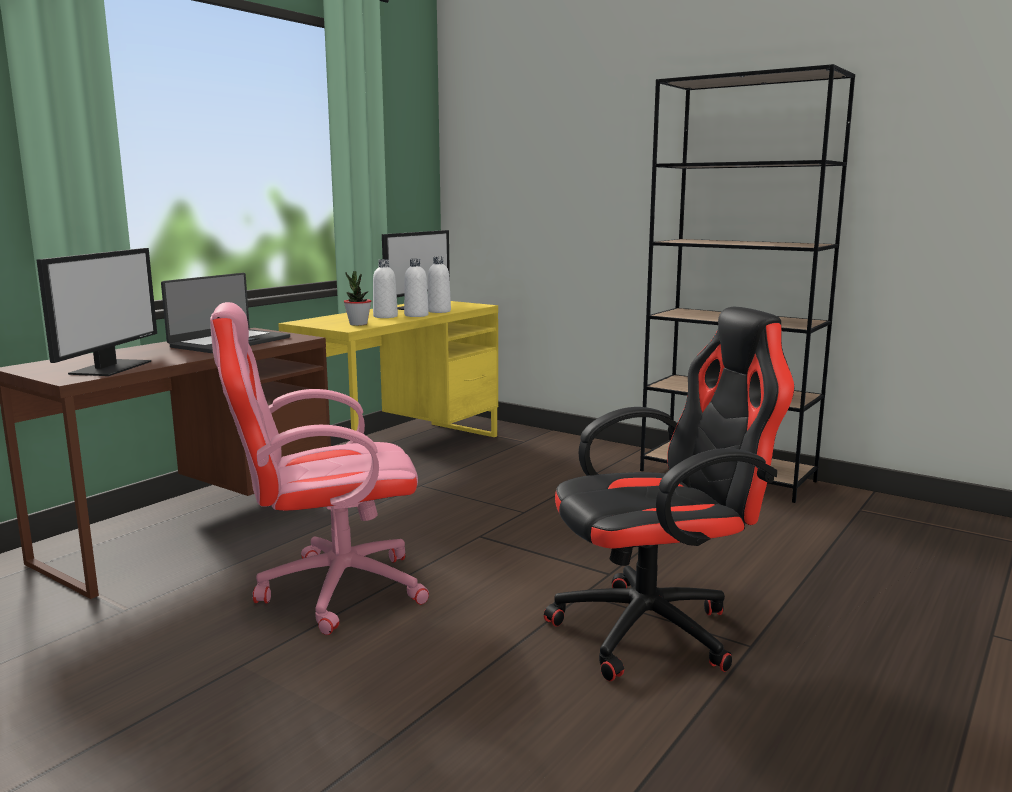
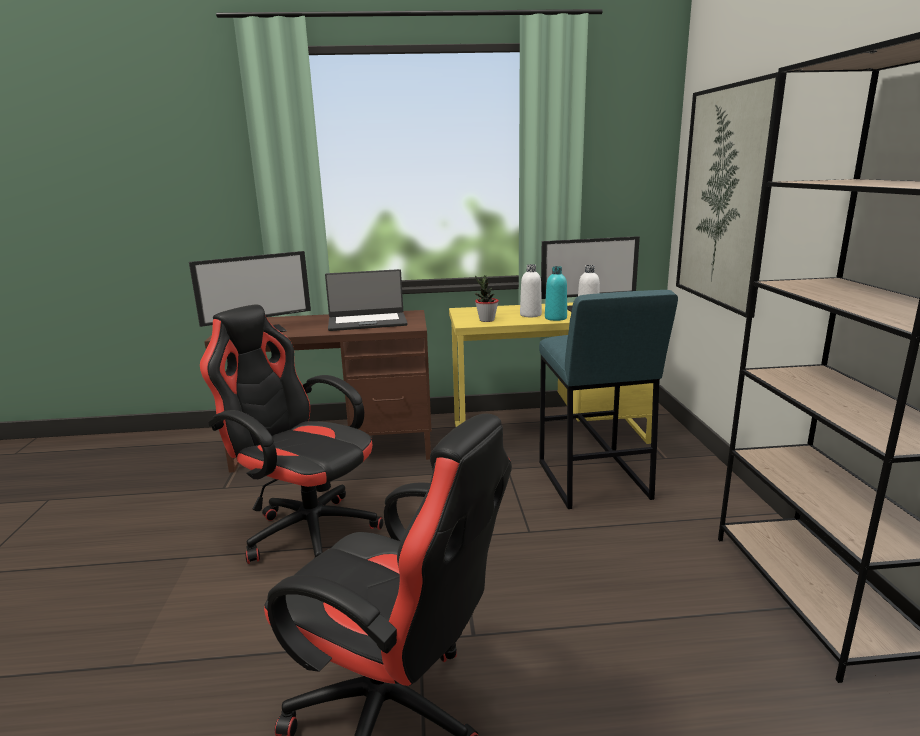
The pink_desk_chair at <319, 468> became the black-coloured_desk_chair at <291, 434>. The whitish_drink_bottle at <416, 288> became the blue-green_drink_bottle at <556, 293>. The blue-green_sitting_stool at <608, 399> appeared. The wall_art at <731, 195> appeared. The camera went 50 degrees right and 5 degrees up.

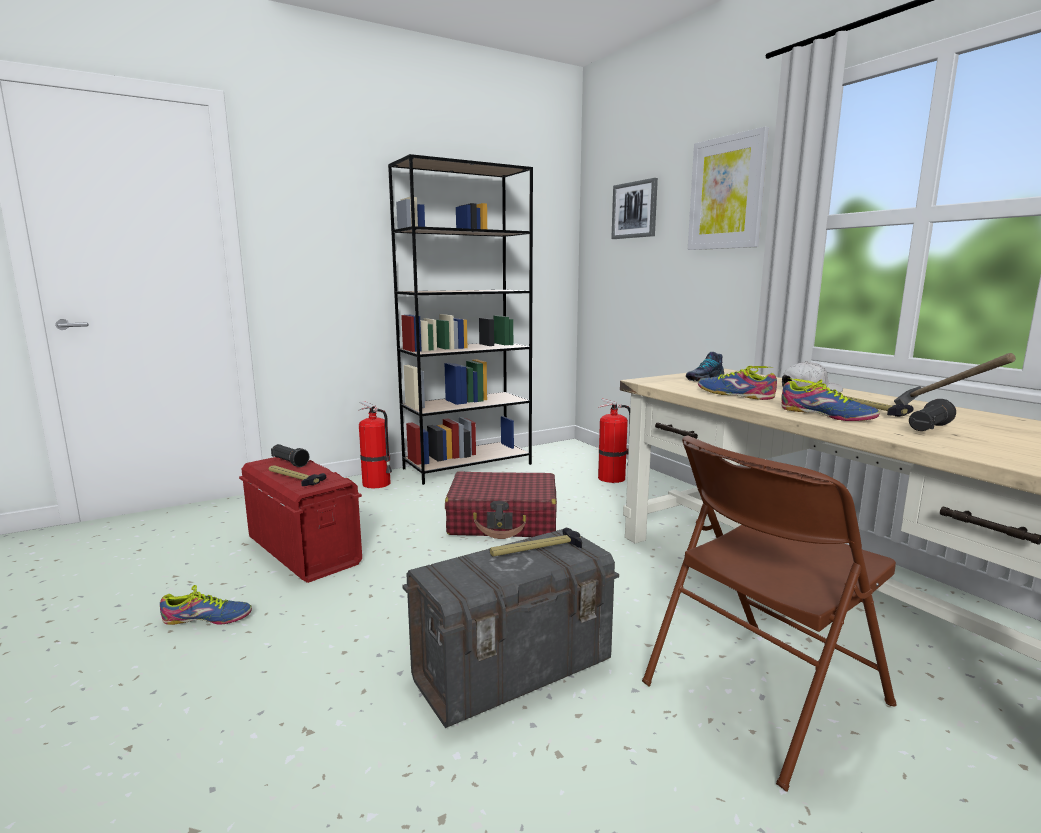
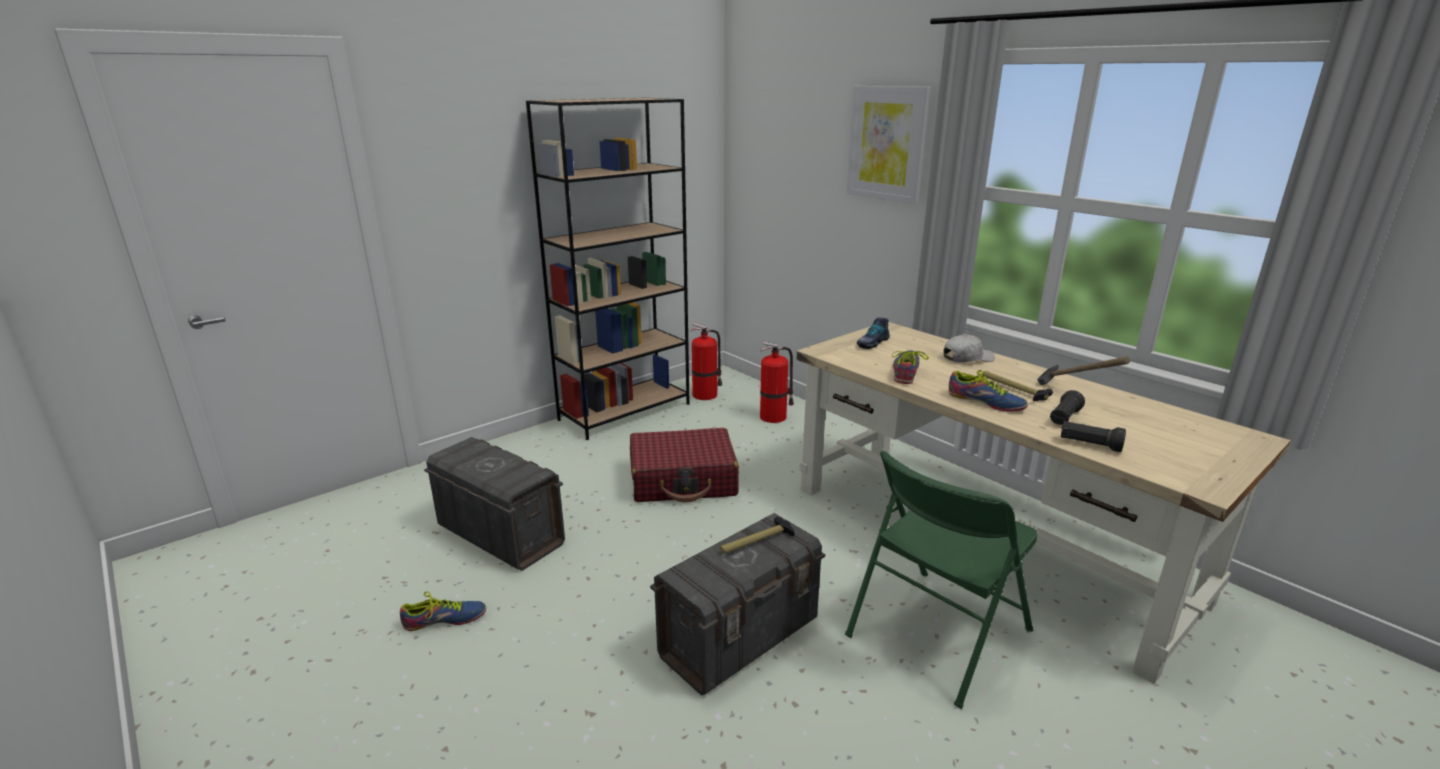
The reddish_storage_bin at <300, 520> became the gray_storage_bin at <494, 504>. The hammer at <297, 475> disappeared. The black-coloured_flashlight moved from <290, 455> to <1093, 436>. The fire_extinguisher moved from <375, 445> to <706, 361>. The wall_art at <634, 208> disappeared. The brown-coloured_upright_chair at <769, 613> became the greenish_upright_chair at <941, 580>. The low_shoe at <737, 383> turned 75 degrees clockwise. The camera went 10 degrees left and 10 degrees up.

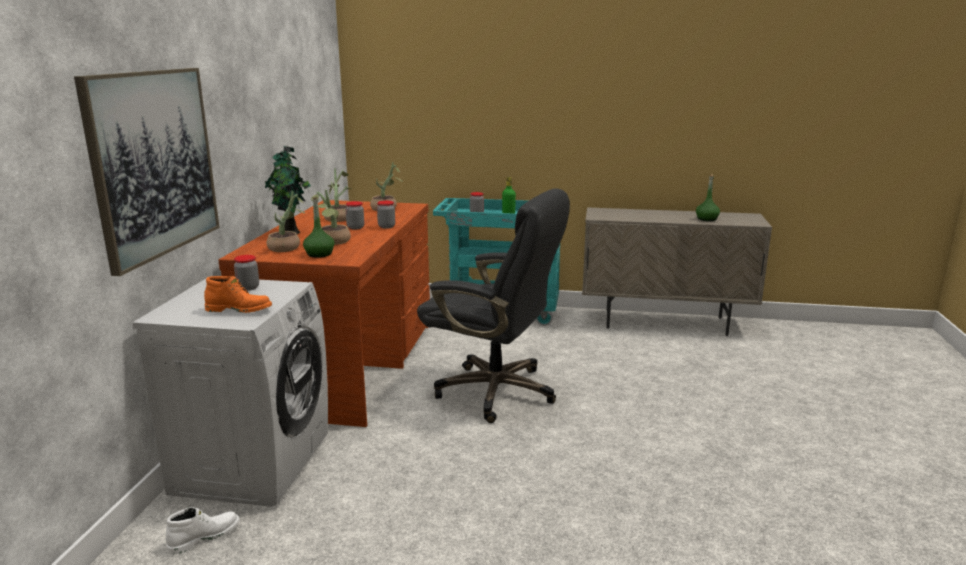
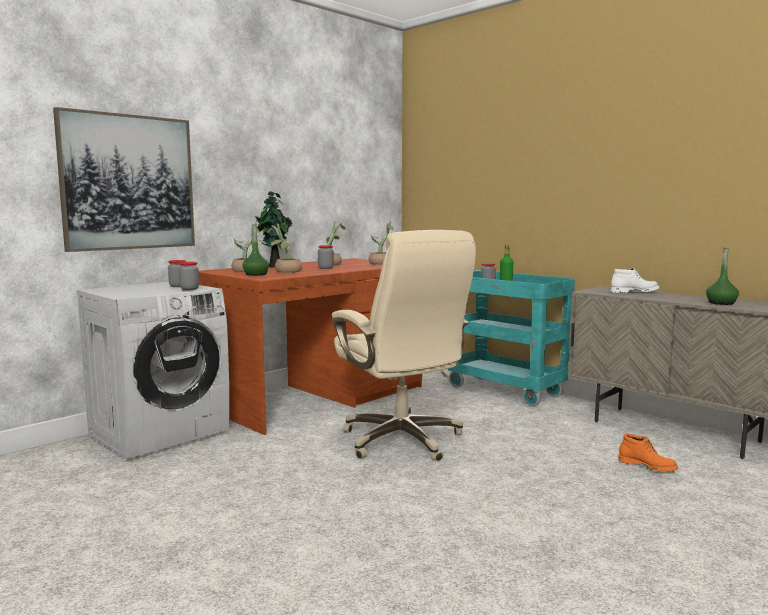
The whitish_boot moved from <203, 531> to <635, 280>. The orangey_boot moved from <238, 294> to <648, 452>. The jar moved from <386, 214> to <189, 276>. The black-coloured_desk_chair at <493, 305> became the sand-coloured_desk_chair at <404, 345>. The camera went 35 degrees right and 10 degrees down.

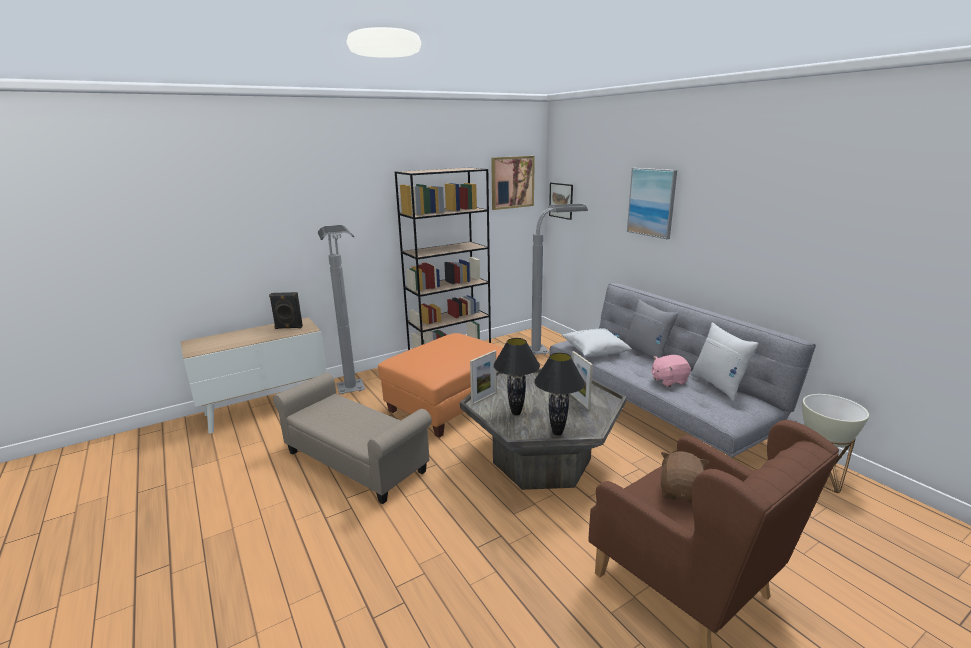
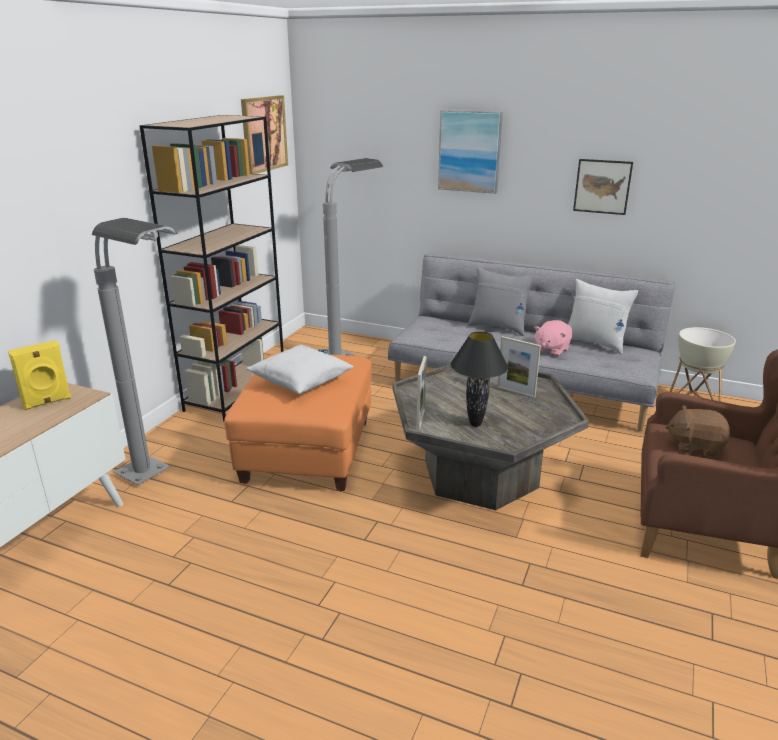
The black-coloured_audio_speaker at <286, 310> became the yellow-coloured_audio_speaker at <39, 375>. The sand-coloured_pouffe at <352, 438> disappeared. The black-coloured_table_lamp at <559, 394> disappeared. The wall_art moved from <561, 201> to <603, 187>. The gray_throw_pillow moved from <597, 342> to <300, 369>. The brown-coloured_plush_toy at <685, 477> turned 60 degrees counterclockwise. The camera went 35 degrees left and 5 degrees up.

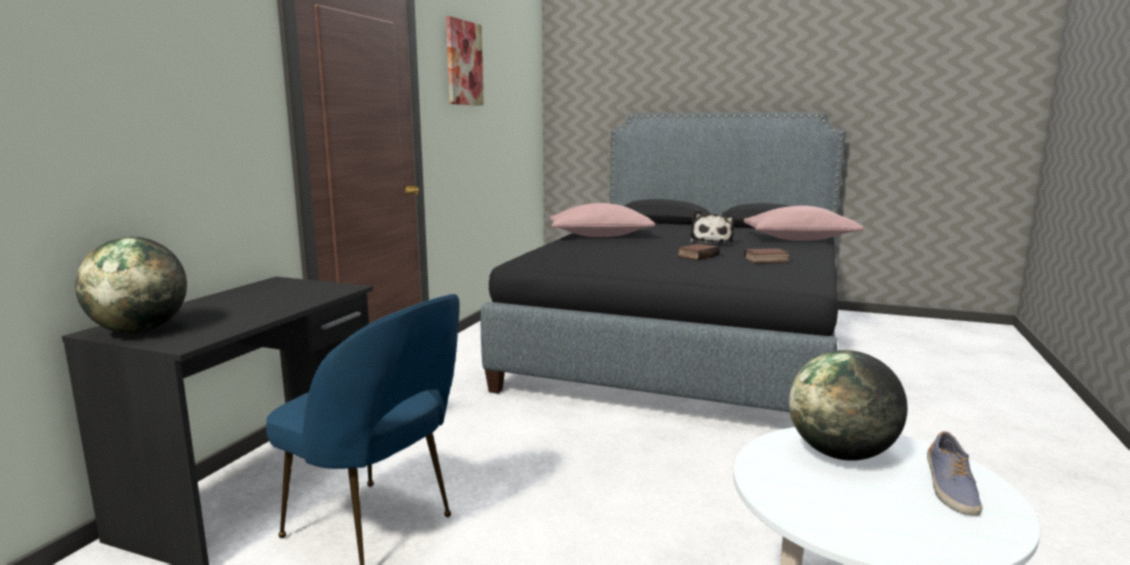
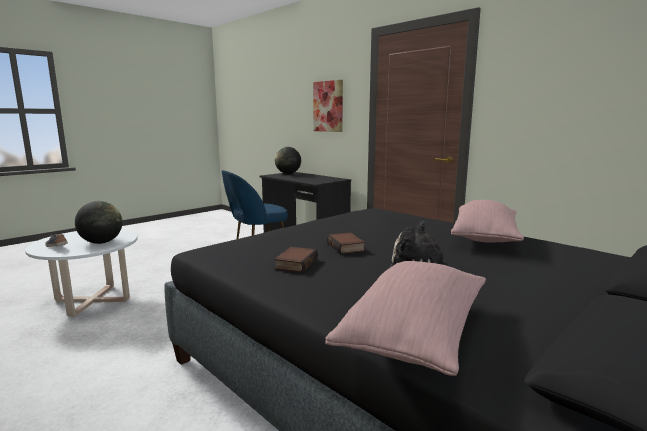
The wall_art moved from <465, 61> to <328, 106>. The camera went 115 degrees right and 0 degrees up.

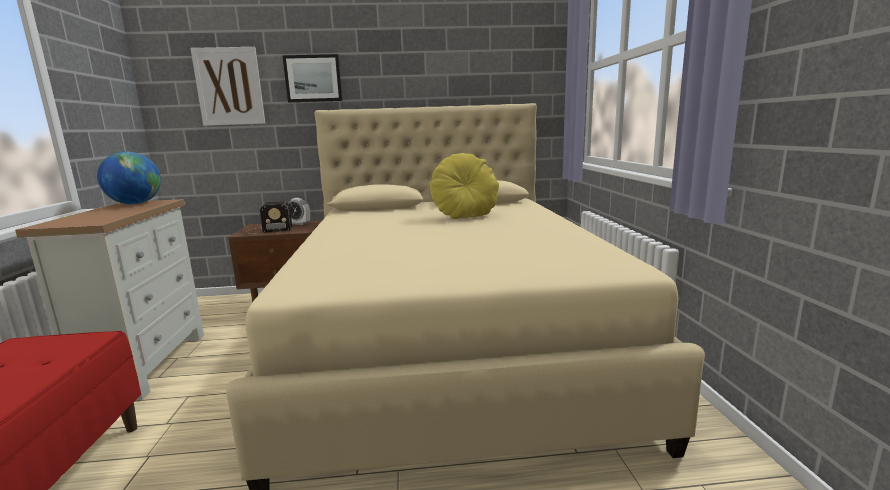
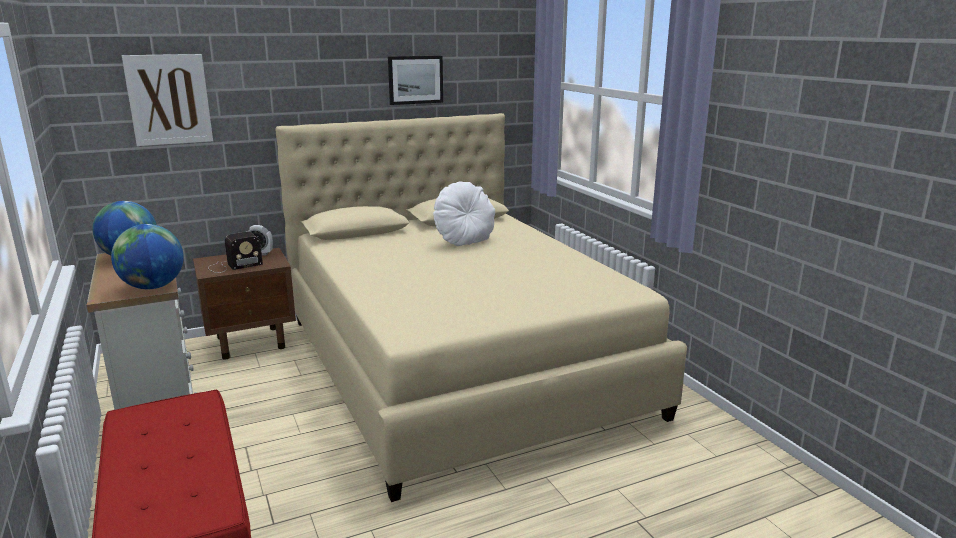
The wall_art moved from <312, 78> to <415, 80>. The yellow-coloured_throw_pillow at <464, 186> became the whitish_throw_pillow at <464, 213>. The globe at <147, 256> appeared. The camera went 20 degrees left and 5 degrees up.

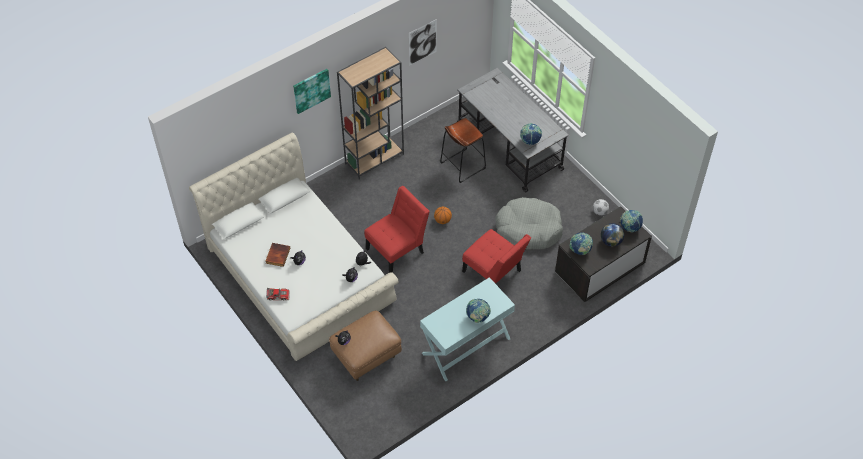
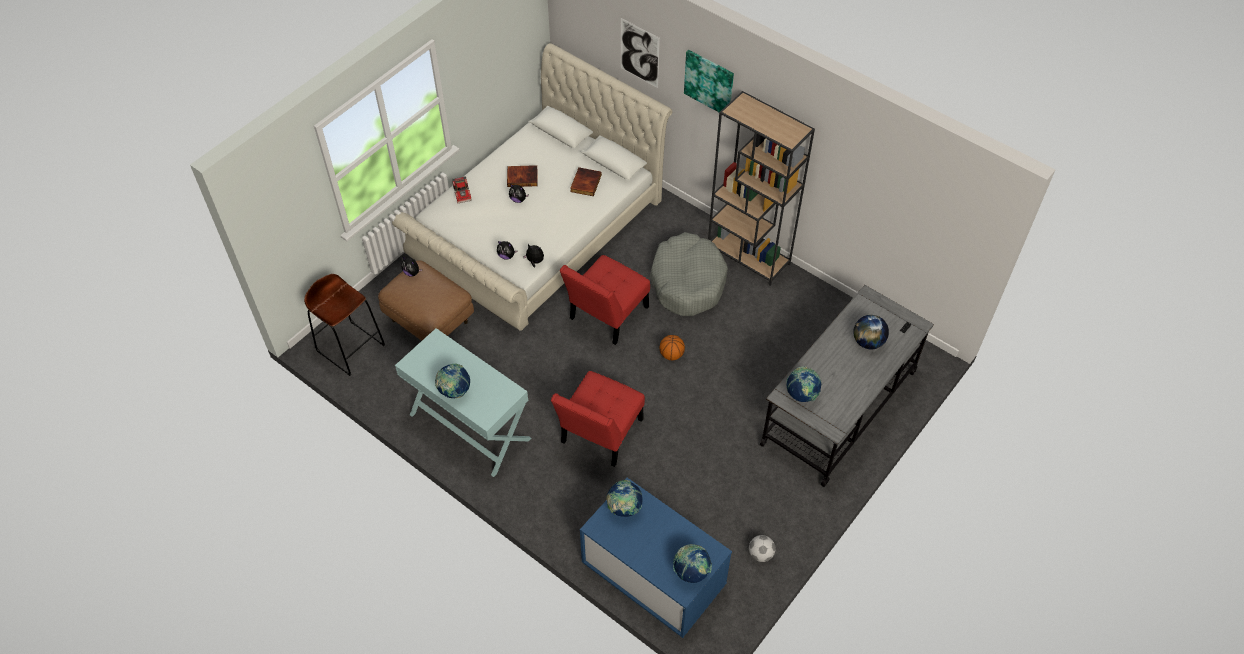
The reddish_upright_chair at <397, 229> turned 90 degrees clockwise. The wall_art moved from <423, 42> to <640, 53>. The brown-coloured_sitting_stool moved from <463, 150> to <344, 325>. The gray_dog_cushion moved from <529, 223> to <689, 274>. The black-coloured_storage_cabinet at <603, 254> became the blue-coloured_storage_cabinet at <656, 558>. The globe moved from <612, 235> to <871, 332>. The bound_book at <586, 181> appeared. The camera went 75 degrees right and 0 degrees up.

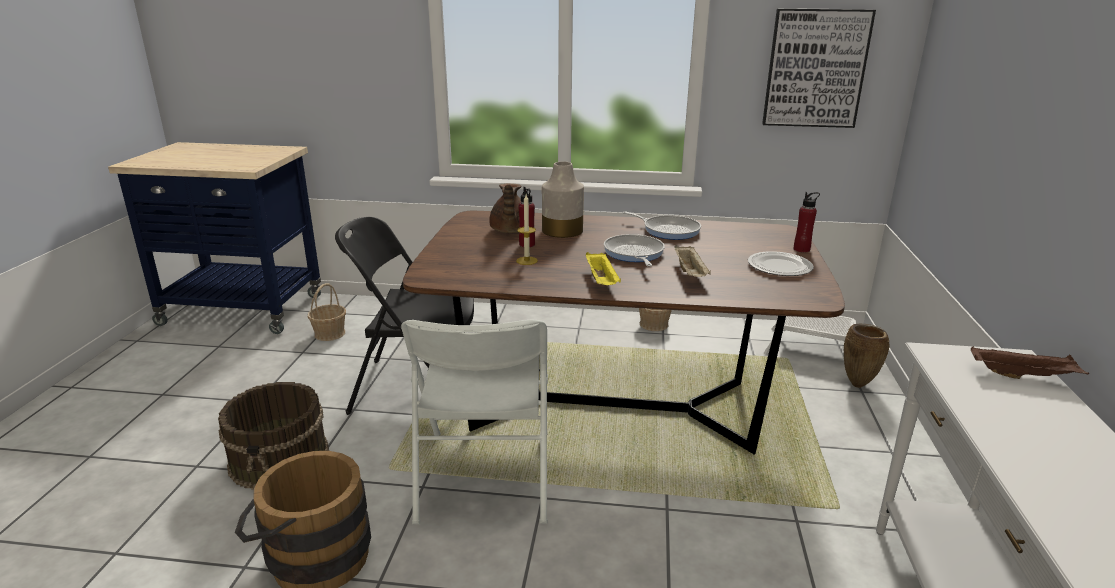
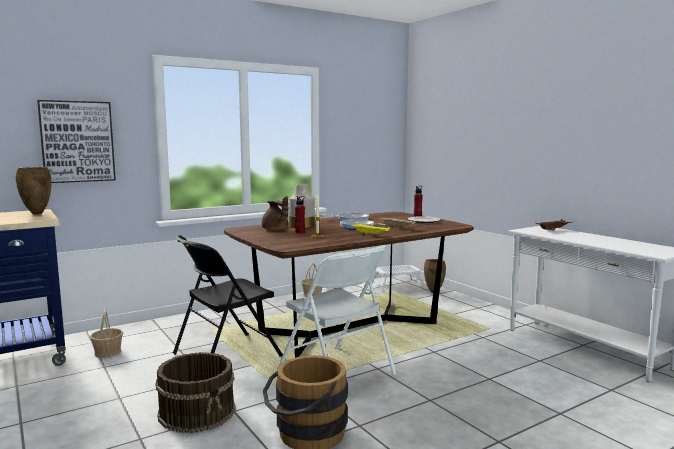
The wall_art moved from <819, 68> to <76, 141>. The brown-coloured_decorative_vase at <33, 191> appeared. The camera went 40 degrees left and 15 degrees down.

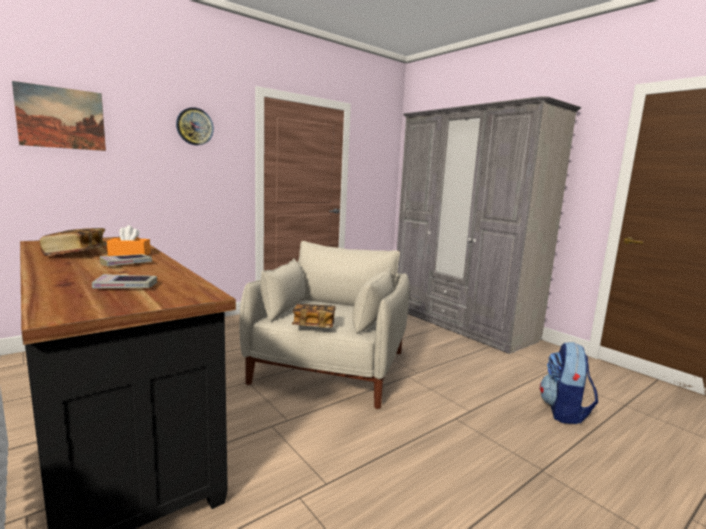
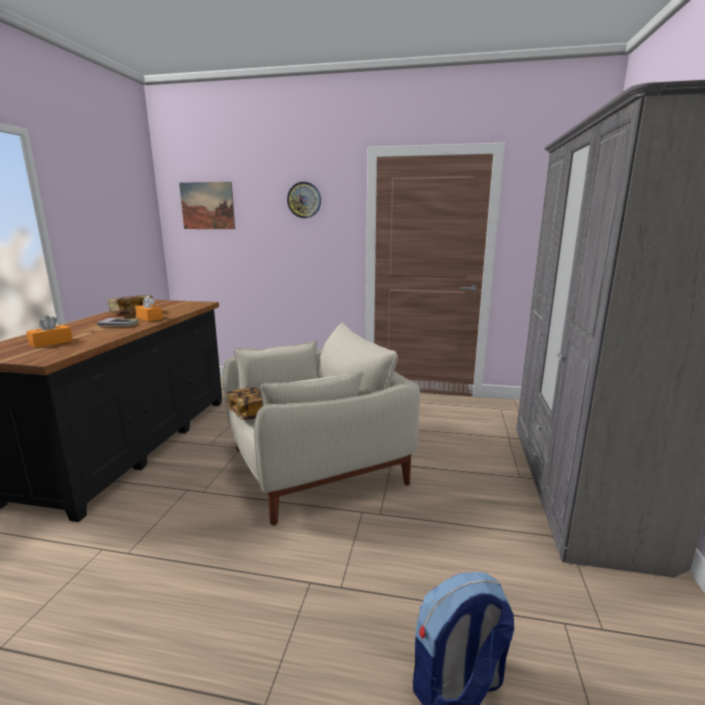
The bound_book at <124, 281> was replaced by the orangey_tissue_box at <49, 331>. The camera went 50 degrees right and 5 degrees up.

